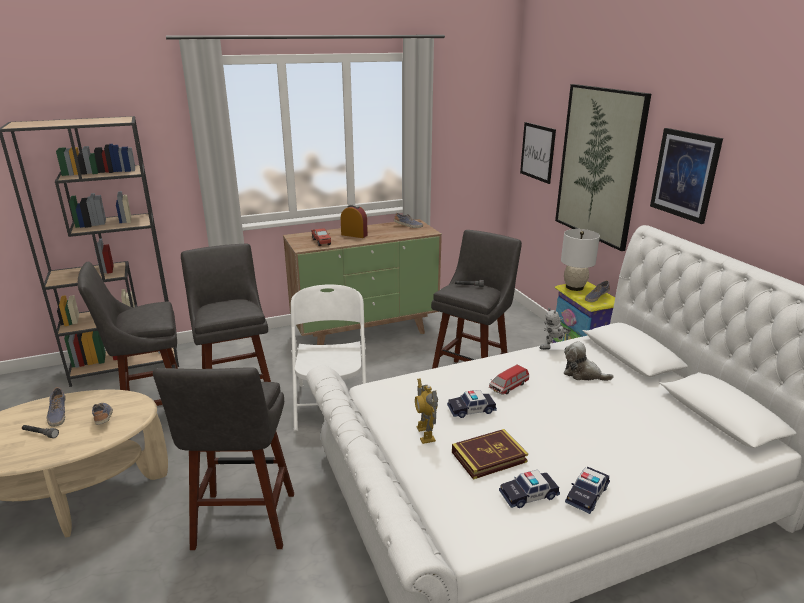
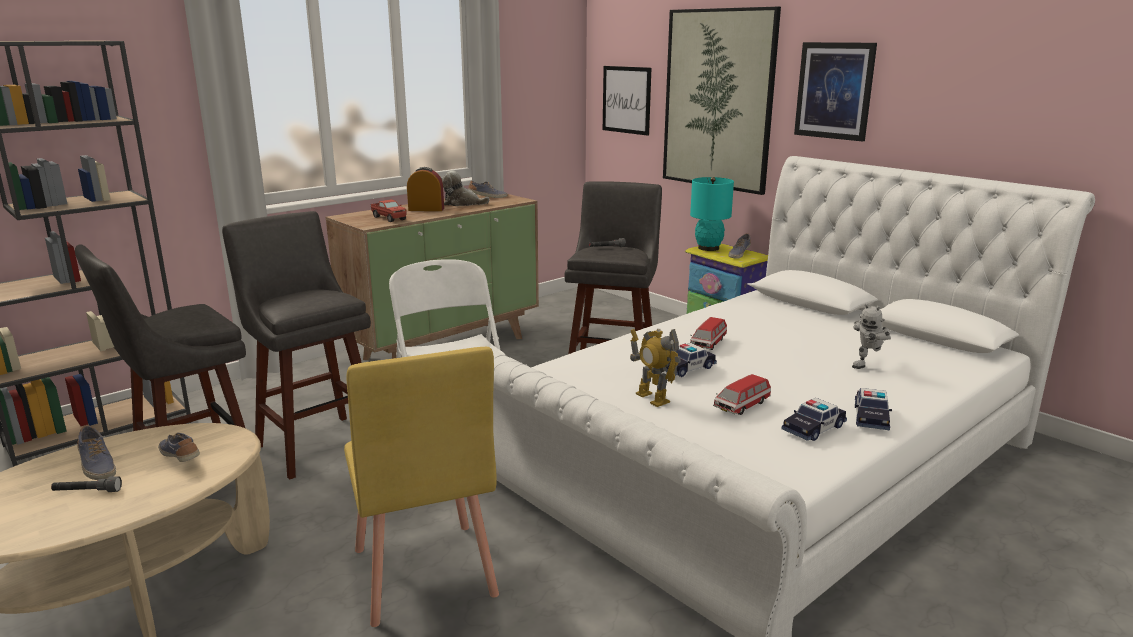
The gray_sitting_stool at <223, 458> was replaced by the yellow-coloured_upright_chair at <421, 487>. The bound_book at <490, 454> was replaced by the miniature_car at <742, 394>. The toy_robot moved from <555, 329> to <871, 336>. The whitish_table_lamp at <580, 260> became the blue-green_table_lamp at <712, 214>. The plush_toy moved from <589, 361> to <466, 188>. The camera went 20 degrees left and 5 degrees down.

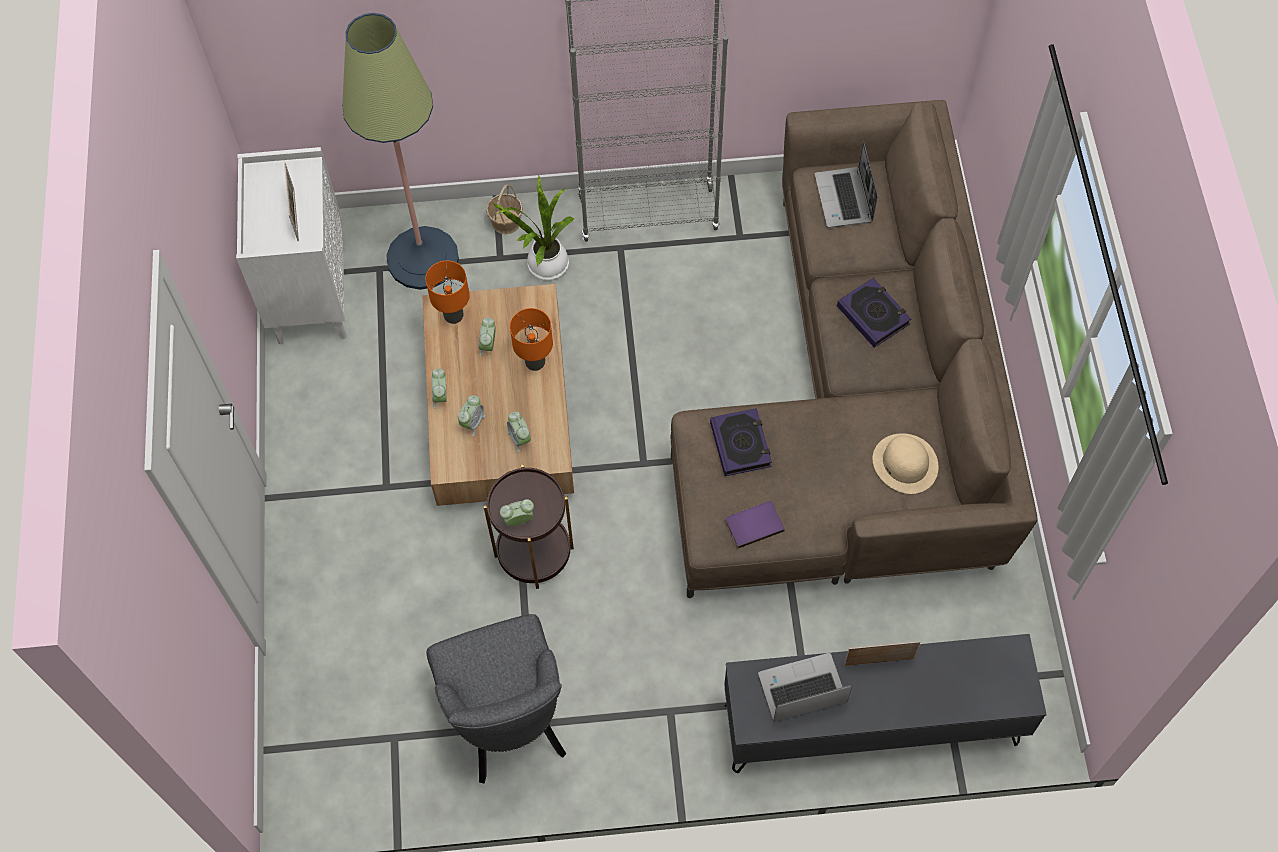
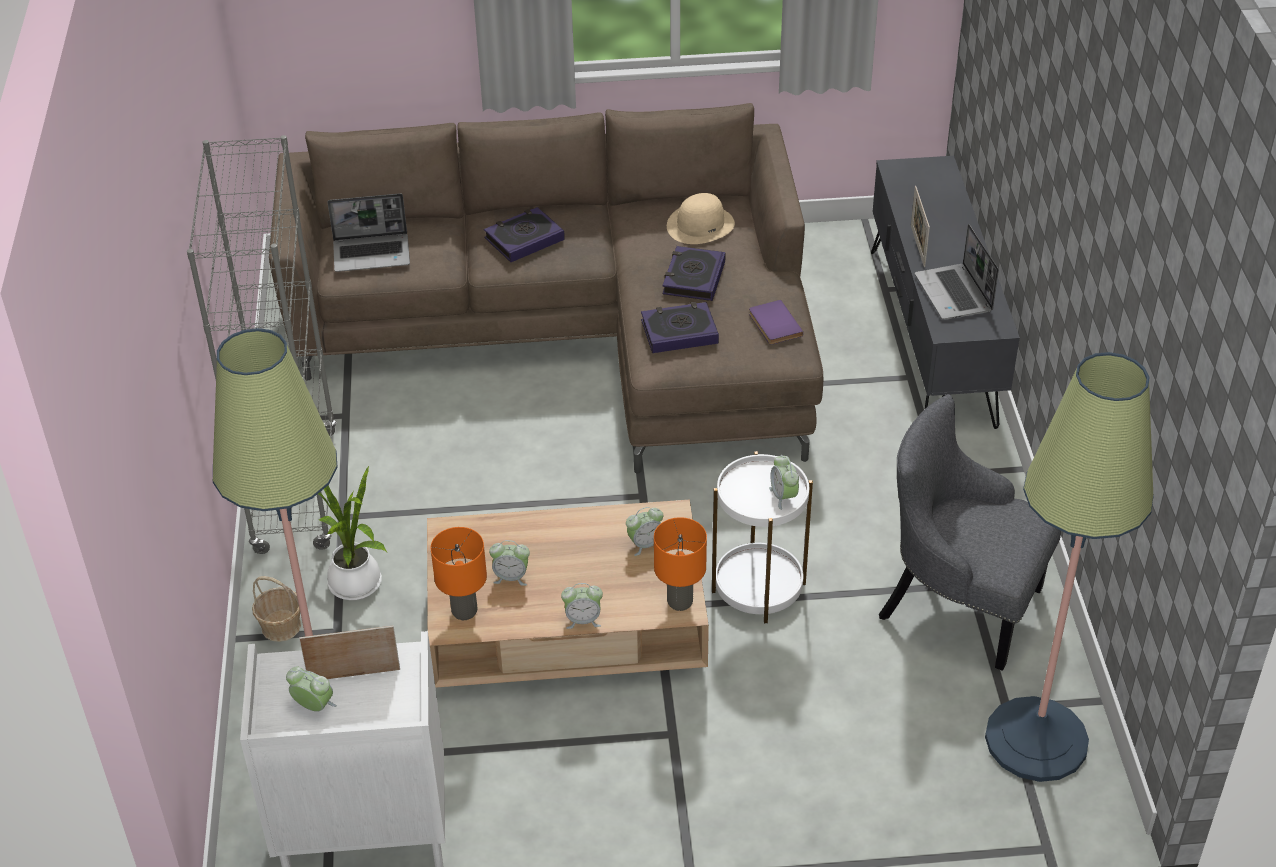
The gray_easy_chair at <496, 699> turned 135 degrees counterclockwise. The bedside_clock moved from <472, 415> to <311, 689>. The brown-coloured_accent_table at <529, 527> became the whitish_accent_table at <762, 537>. The orangey_table_lamp moved from <531, 339> to <680, 564>. The bound_book at <694, 273> appeared. The standard_lamp at <1069, 567> appeared. The camera went 90 degrees left and 20 degrees down.

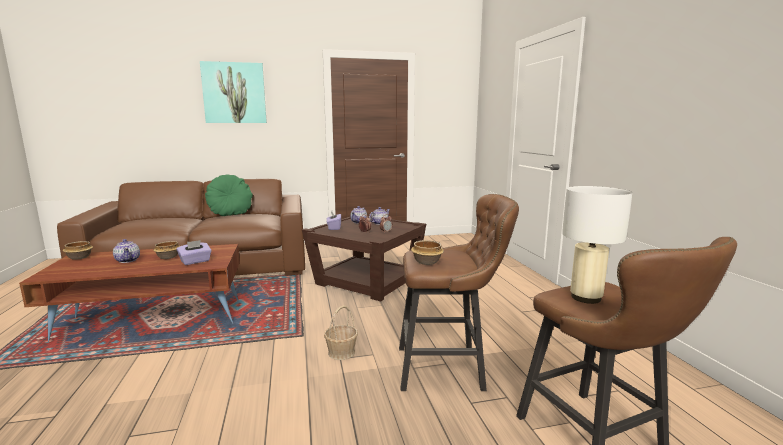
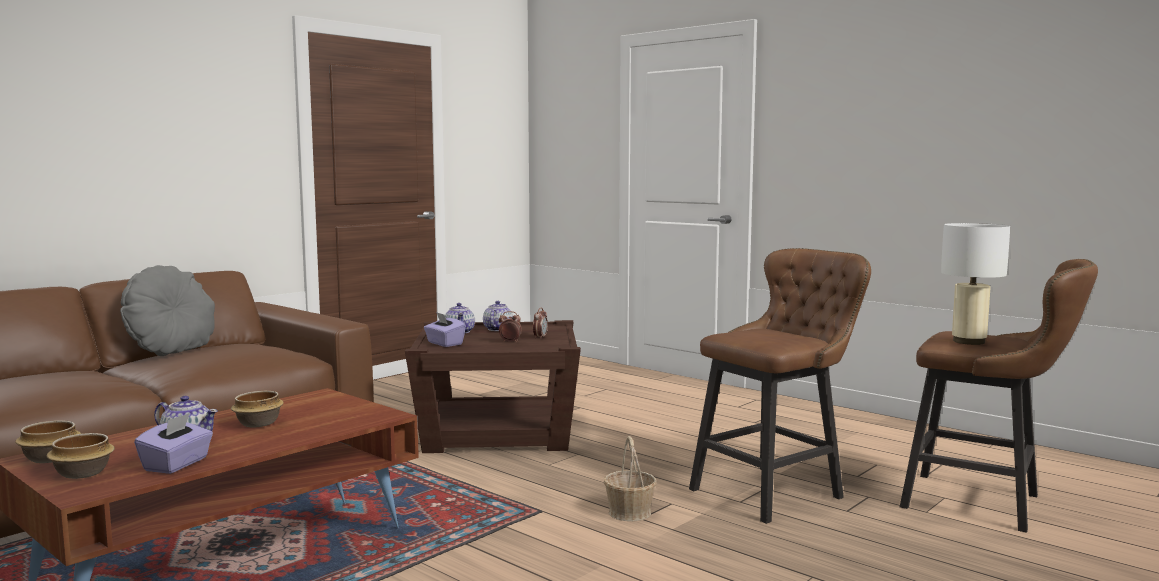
The purplish_tissue_box moved from <194, 252> to <173, 443>. The wall_art at <233, 92> disappeared. The greenish_throw_pillow at <229, 195> became the gray_throw_pillow at <167, 310>. The bowl moved from <427, 252> to <80, 456>. The camera went 35 degrees left and 5 degrees down.

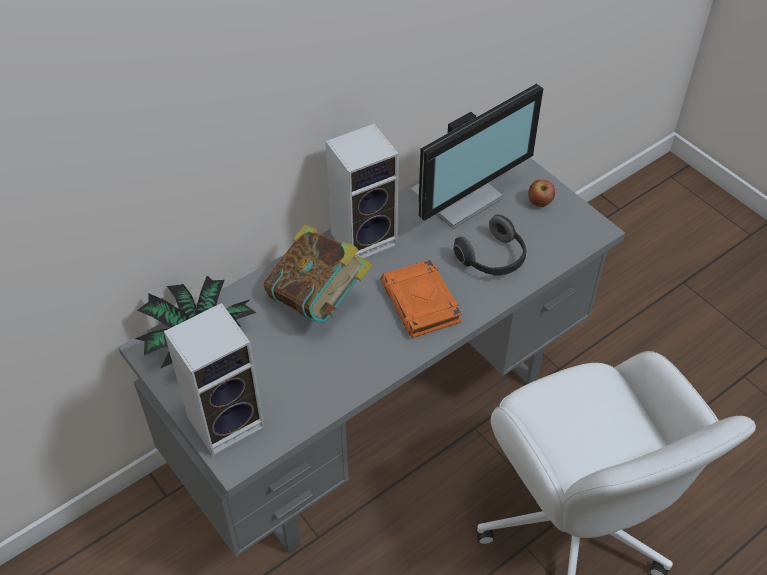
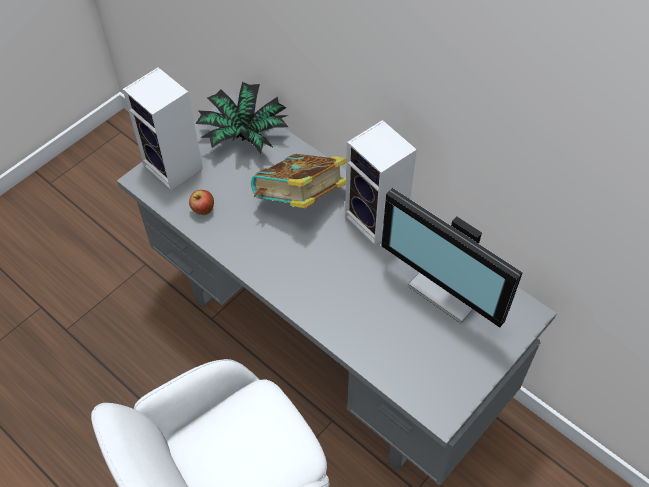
The orangey_bound_book at <421, 298> disappeared. The headset at <490, 245> disappeared. The whole_apple moved from <541, 193> to <201, 202>. The camera went 80 degrees right and 5 degrees up.

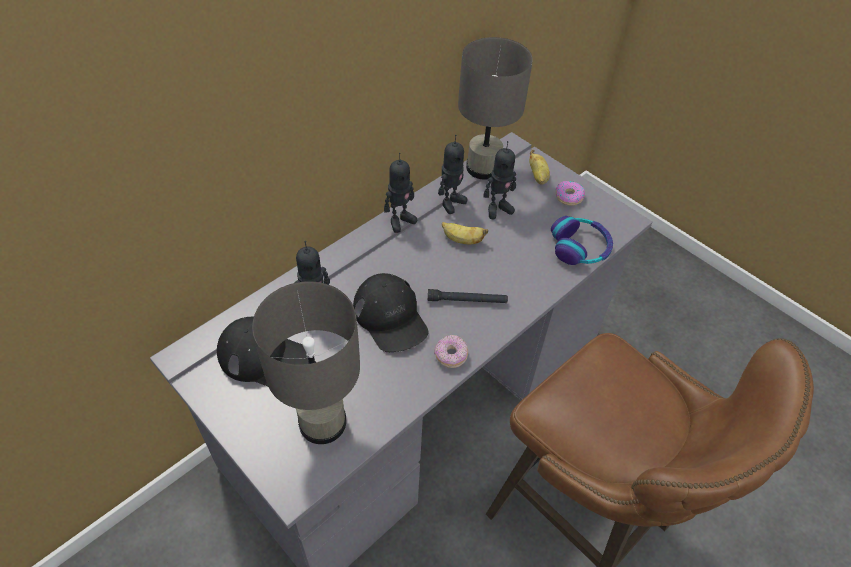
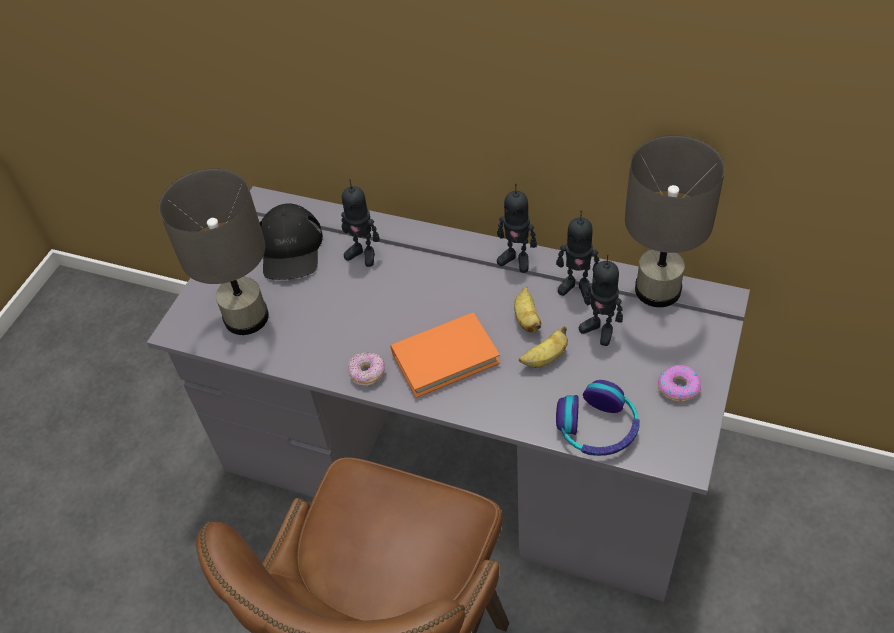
The black-coloured_baseball_cap at <391, 312> disappeared. The black-coloured_flashlight at <467, 296> was replaced by the orangey_bound_book at <445, 355>. The whole_banana moved from <539, 167> to <543, 347>. The camera went 70 degrees right and 0 degrees up.

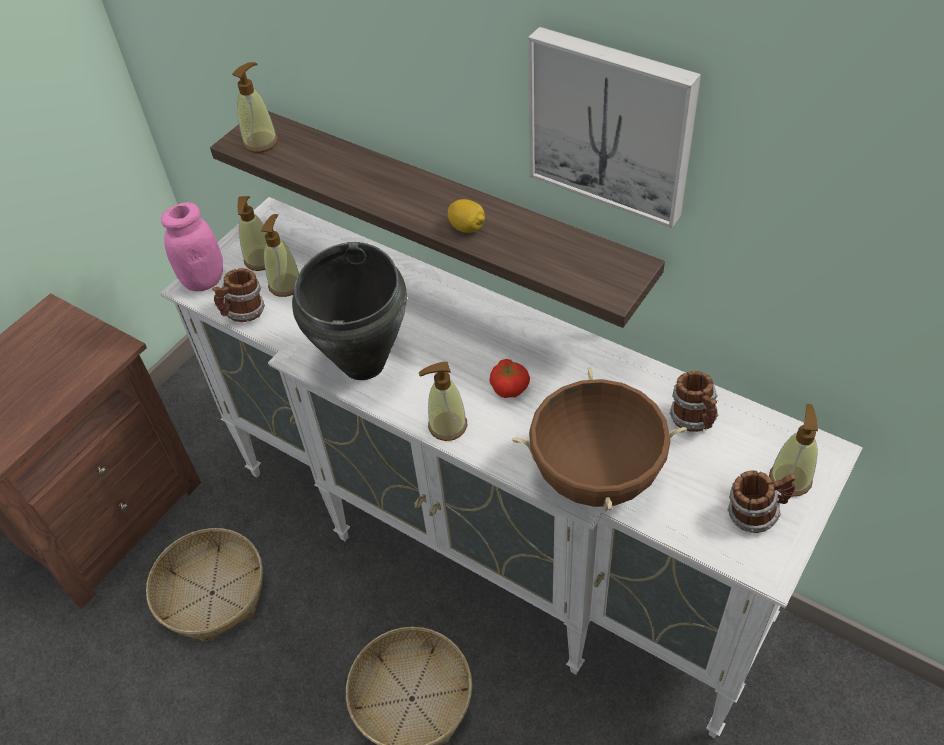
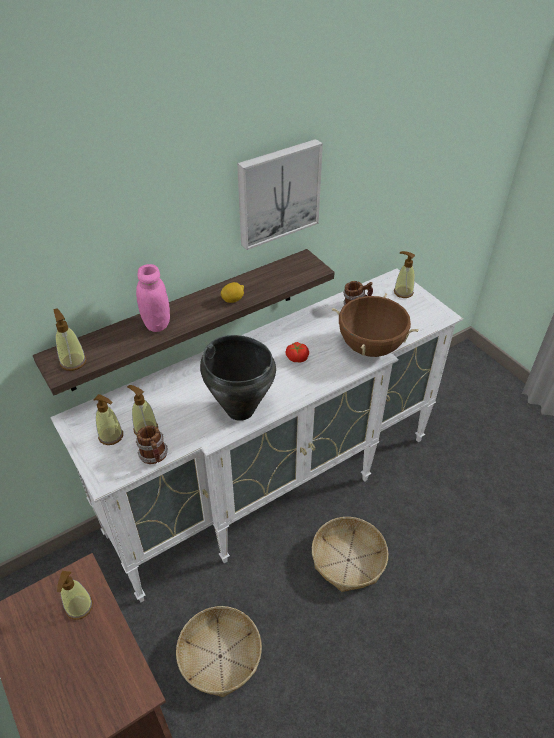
The pink_jar moved from <192, 246> to <153, 298>. The soap_dispenser moved from <443, 401> to <75, 595>. The tea_mug at <761, 501> disappeared. The camera went 70 degrees left and 5 degrees down.

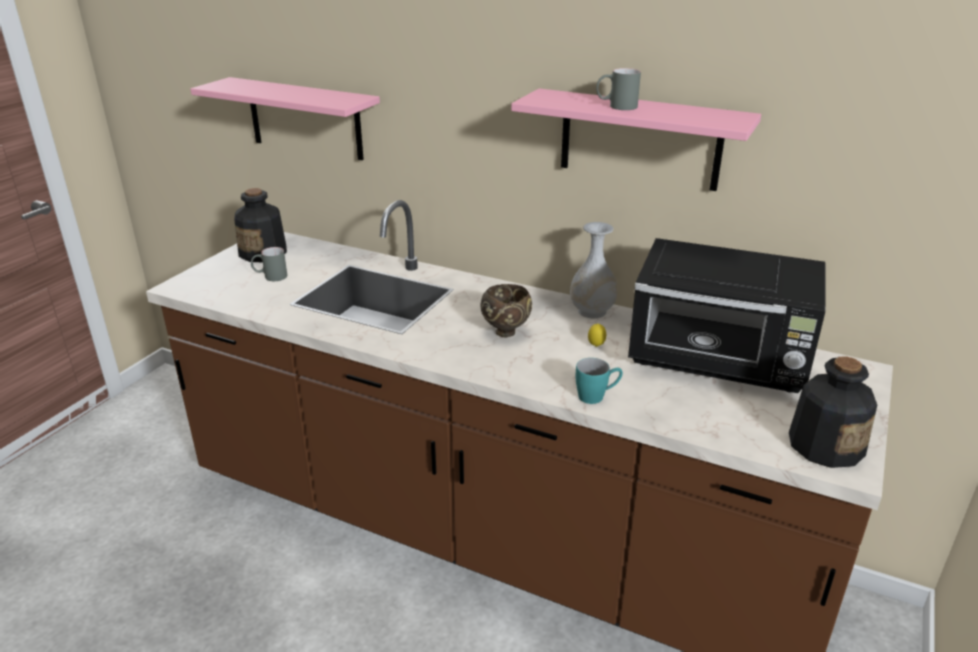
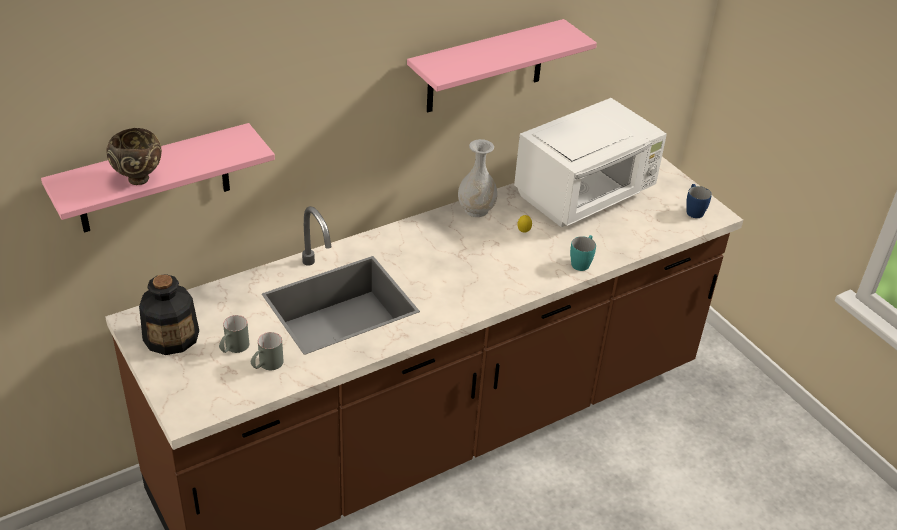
The brown-coloured_bowl moved from <506, 310> to <134, 156>. The gray_tea_mug moved from <618, 89> to <267, 351>. The black-coloured_microwave_oven at <727, 315> became the whitish_microwave_oven at <590, 162>. The drink_bottle at <833, 412> was replaced by the blue-coloured_tea_mug at <699, 201>. The camera went 60 degrees left and 10 degrees up.

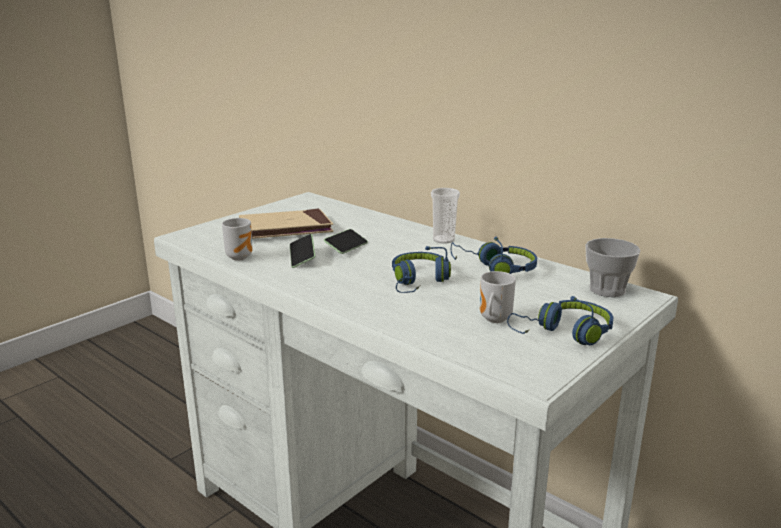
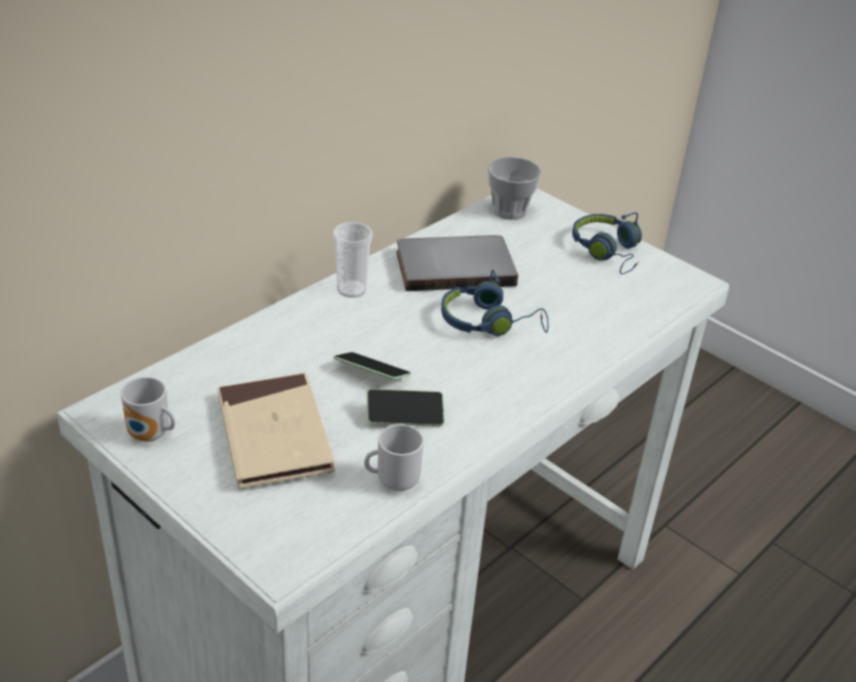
The blue-coloured_headset at <494, 255> was replaced by the gray_bound_book at <457, 263>. The tea_mug moved from <498, 297> to <148, 409>. The camera went 90 degrees left and 15 degrees up.

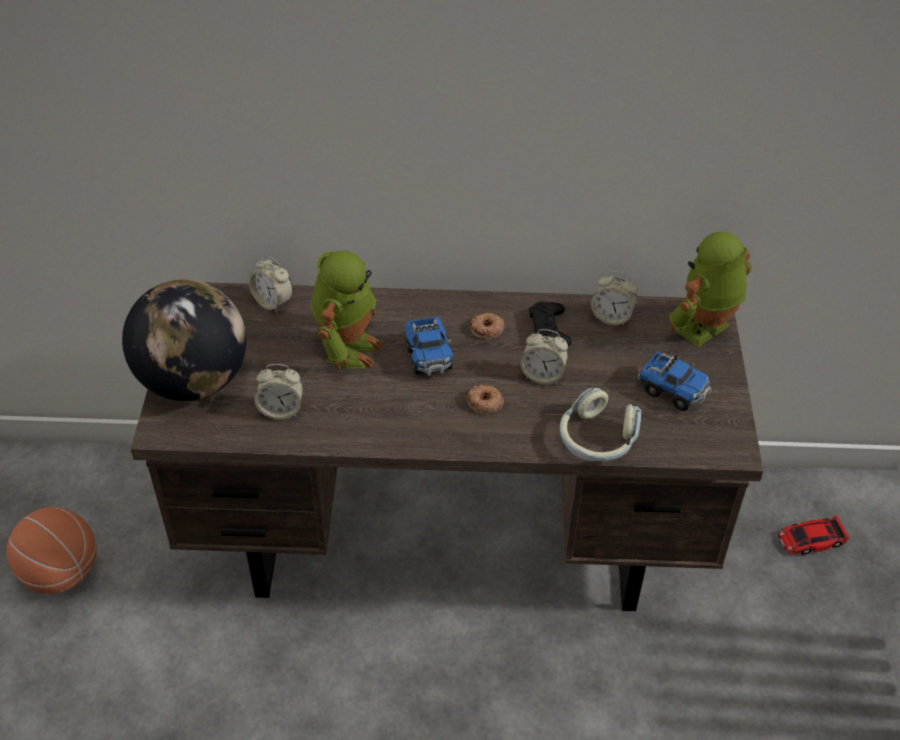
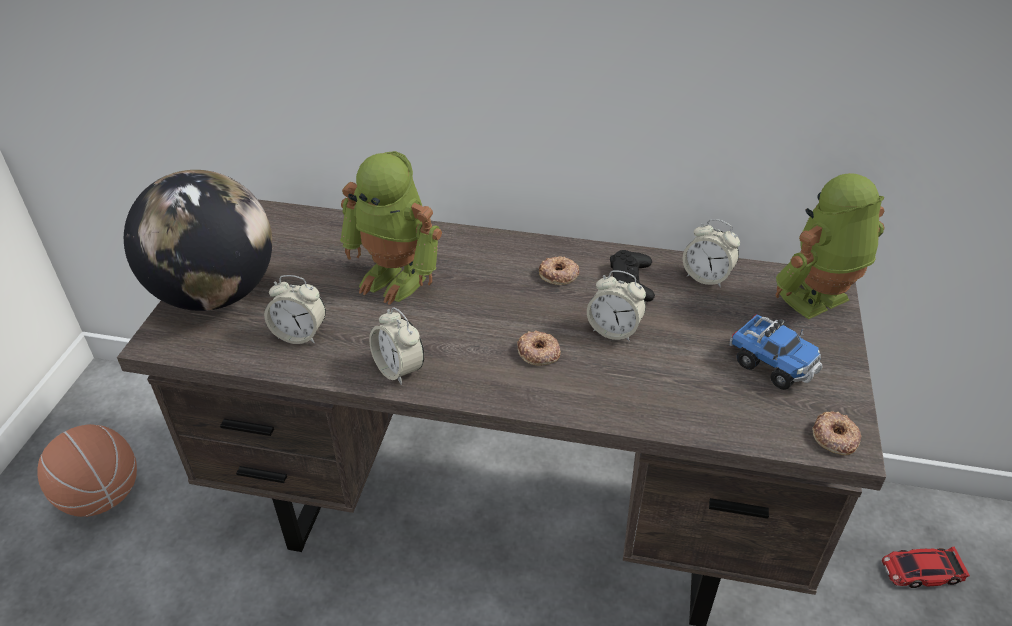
The bedside_clock moved from <271, 284> to <396, 346>. The toy_robot at <347, 310> turned 90 degrees clockwise. The toy_truck at <429, 346> disappeared. The headset at <600, 424> disappeared. The doughnut at <836, 433> appeared. The camera went 10 degrees right and 5 degrees down.

